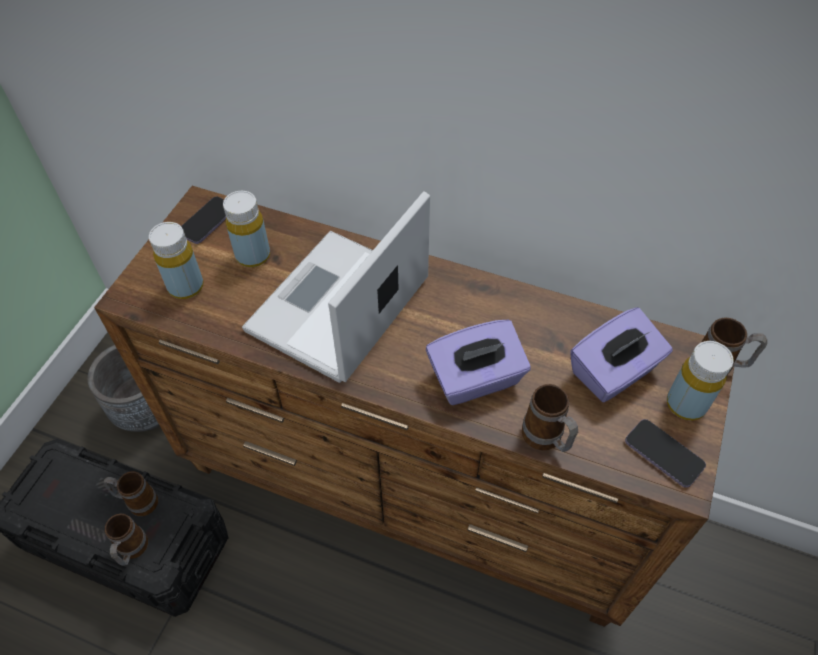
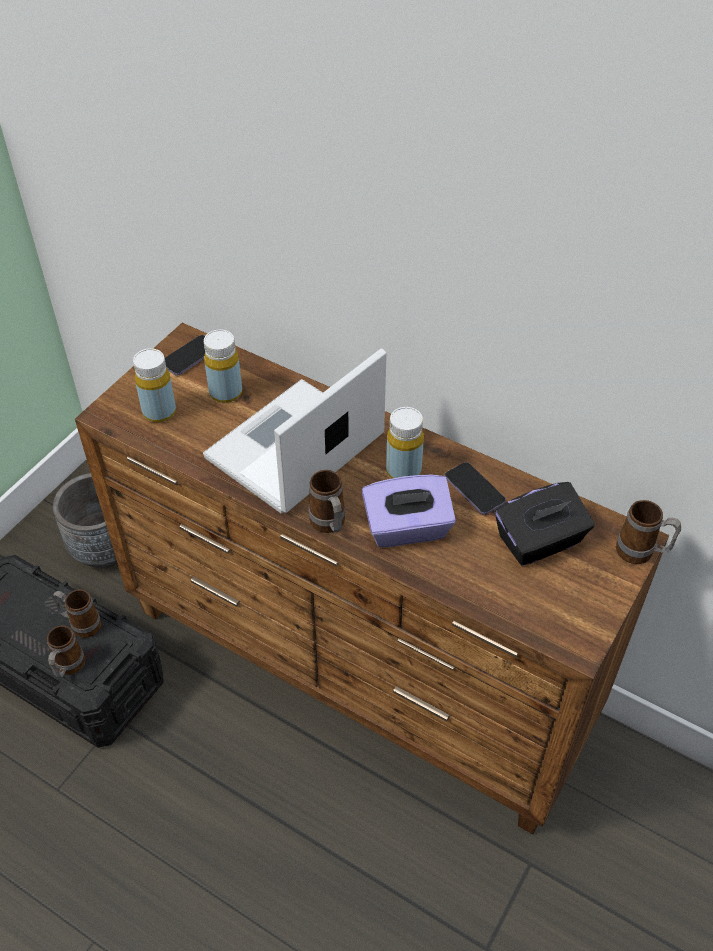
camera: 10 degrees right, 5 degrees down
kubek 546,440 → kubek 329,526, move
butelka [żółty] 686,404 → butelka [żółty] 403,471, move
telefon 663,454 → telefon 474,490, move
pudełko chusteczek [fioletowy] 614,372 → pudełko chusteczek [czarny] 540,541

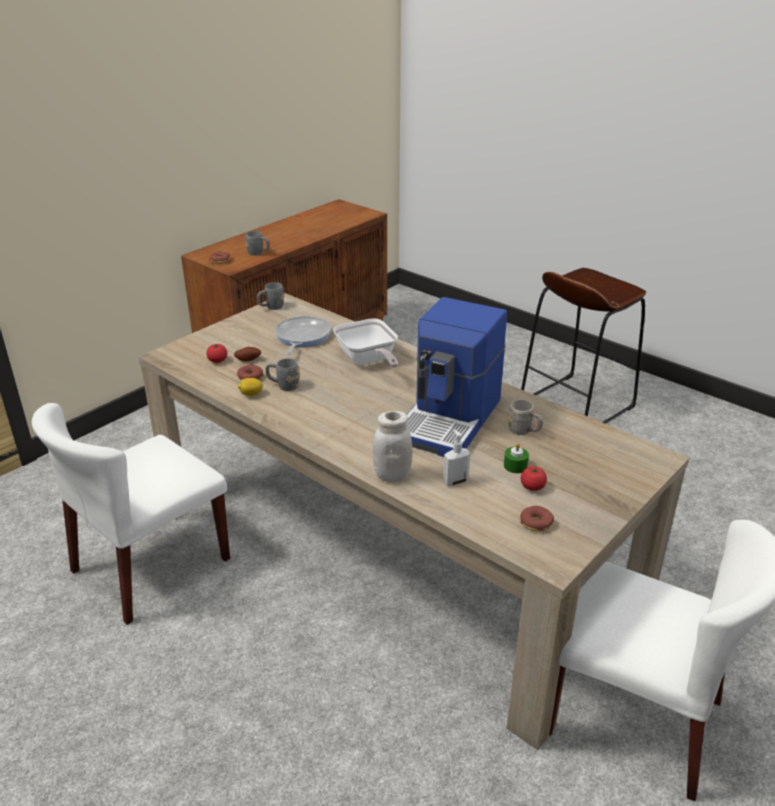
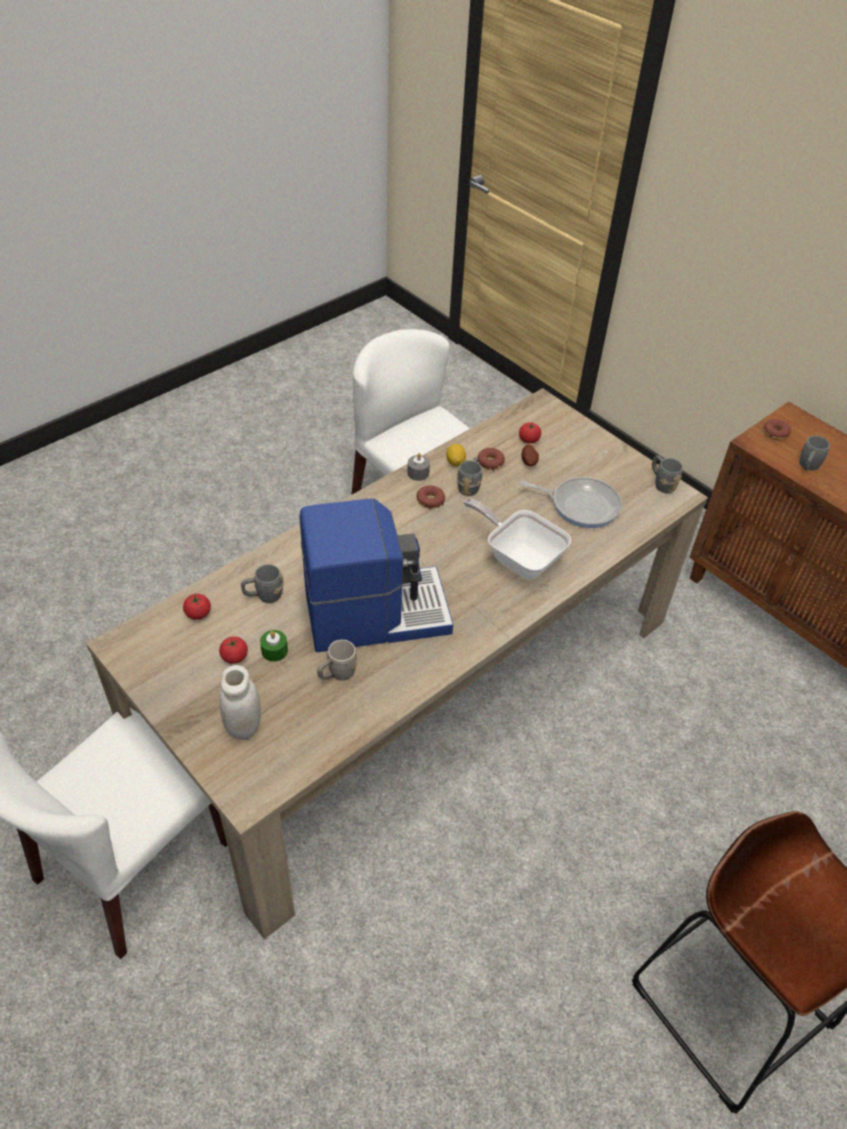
camera: 95 degrees right, 15 degrees up
- → pomidor 198,613
słoik [biały] 392,475 → słoik [biały] 244,726, move
dozownik mydła 455,481 → kubek [szary] 264,596
ekspres do kawy 450,420 → ekspres do kawy 375,611, 135 degrees clockwise
- → świeca [szary] 418,473
donut 536,523 → donut 430,500, move
patelnia 368,361 → patelnia 518,557, 60 degrees clockwise

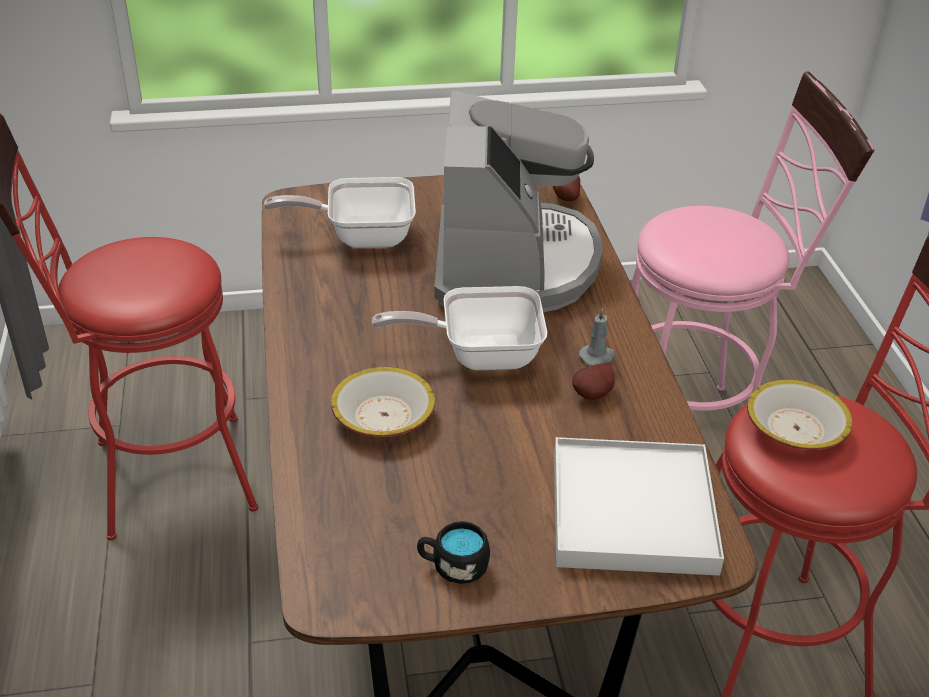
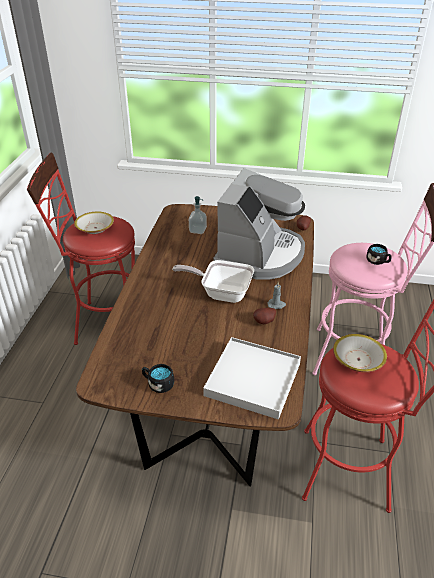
camera: 20 degrees right, 0 degrees up
miska 384,416 → miska 95,228, move
patelnia 360,236 → dozownik mydła 197,230
- → kubek [czarny] 378,261

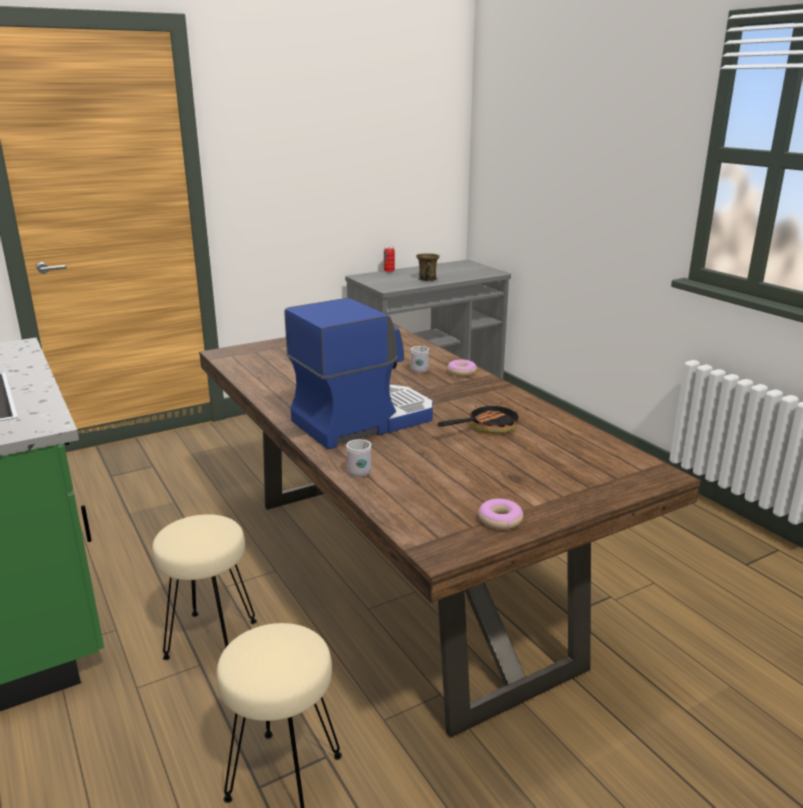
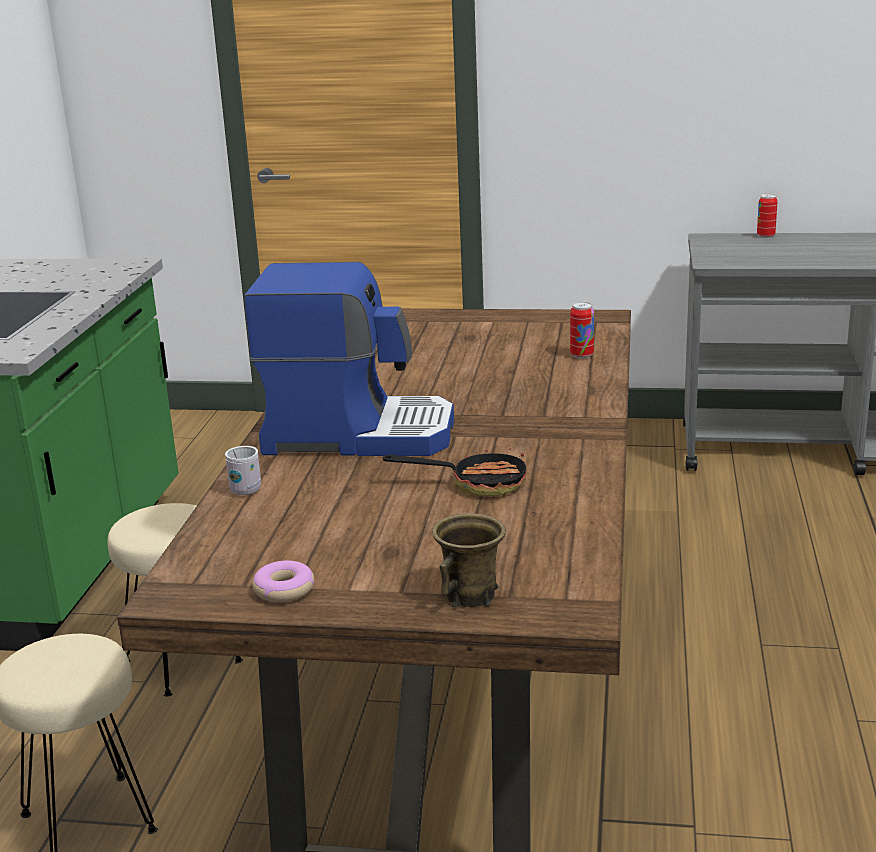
camera: 40 degrees right, 0 degrees up
kubek [brązowy] 427,279 → kubek [brązowy] 471,595, move
- → puszka 582,355
kubek [biały] 419,370 → -
donut 461,372 → -

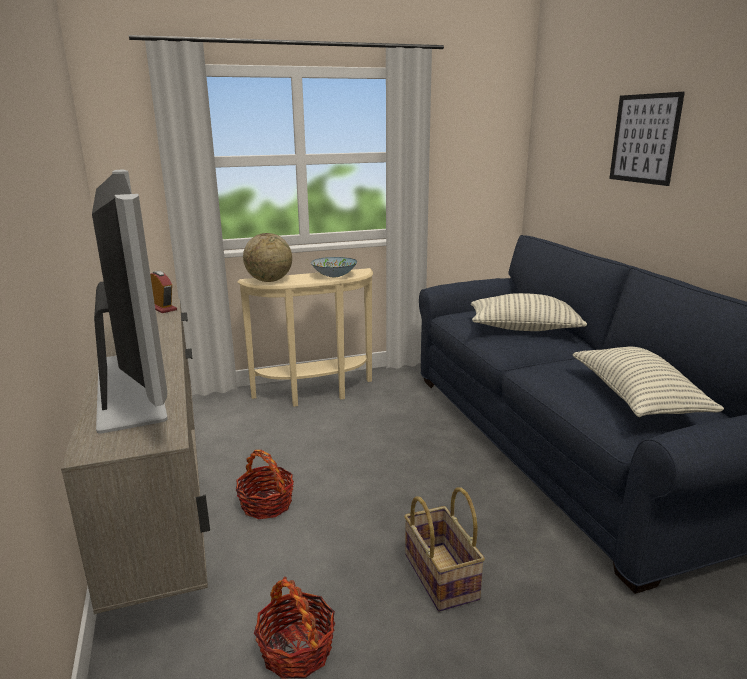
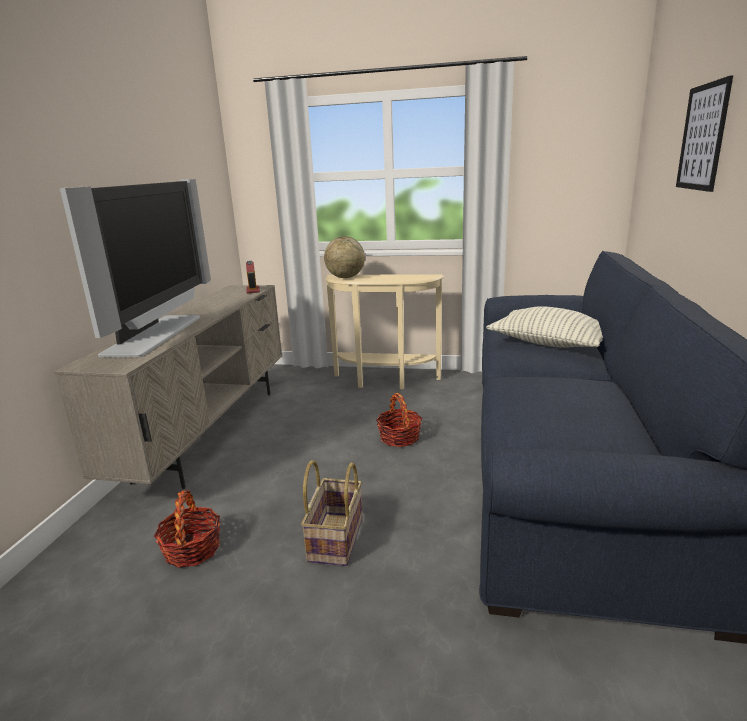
camera: 30 degrees right, 0 degrees up
koszyk 266,504 → koszyk 399,438, move
miska 334,275 → -
poduszka 636,398 → -

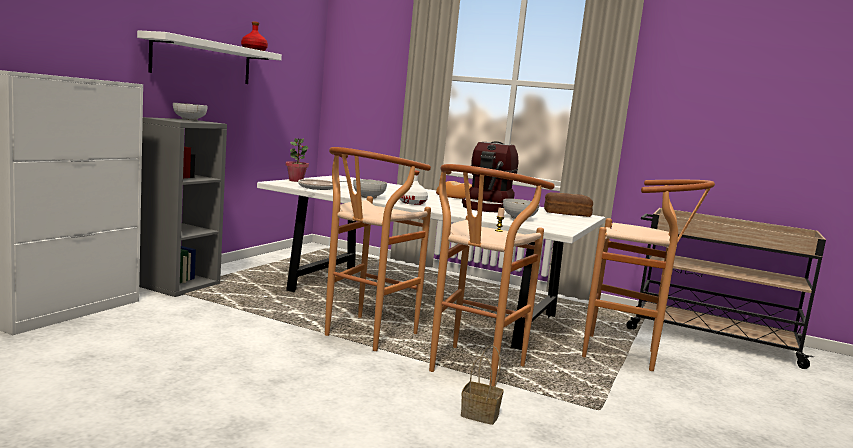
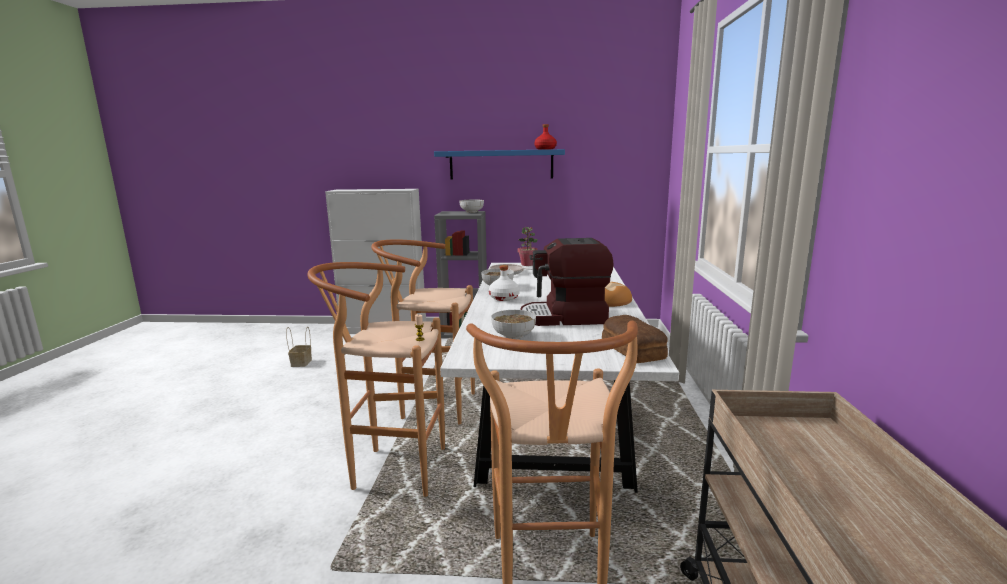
camera: 70 degrees right, 5 degrees up
koszyk 481,415 → koszyk 301,363, move
półka [biały] 203,60 → półka [niebieski] 501,164

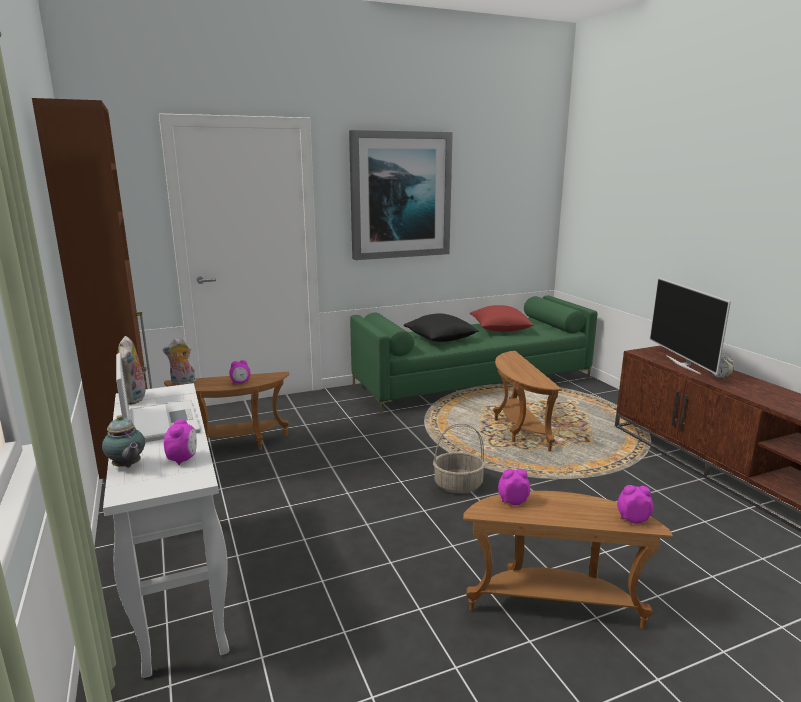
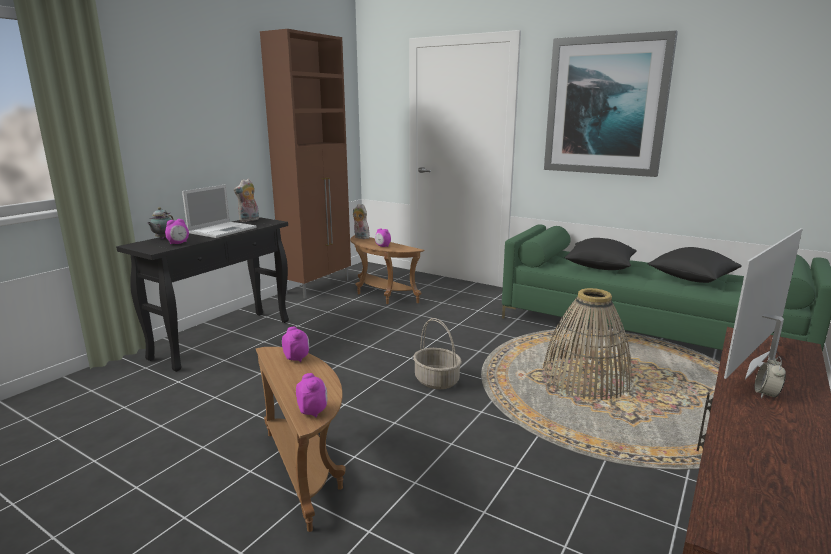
camera: 55 degrees right, 0 degrees up
stolik konsolowy [biały] 178,585 → stolik konsolowy [czarny] 223,338
stolik [brązowy] 517,430 → koszyk 585,378
poduszka [czerwony] 500,330 → poduszka [czarny] 691,278

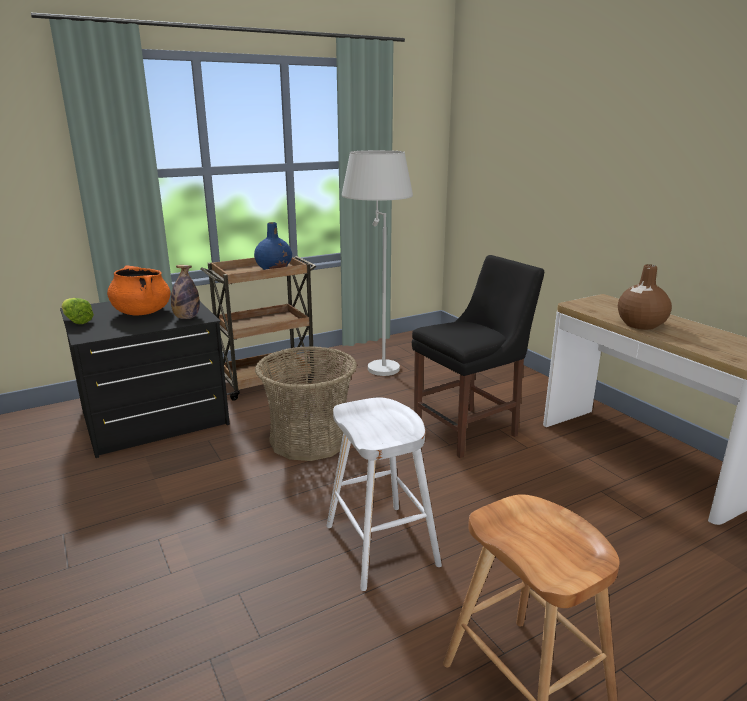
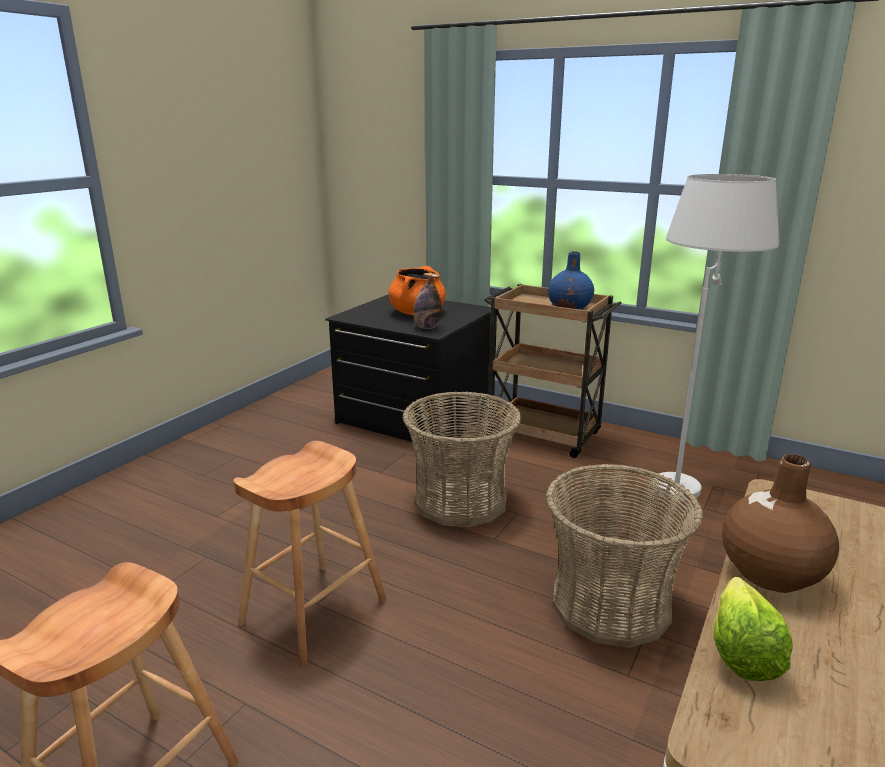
camera: 60 degrees right, 0 degrees up
stołek [biały] 381,545 → stołek [brązowy] 314,612
krzesło [czarny] 469,430 → koszyk 611,605
sałata 76,320 → sałata 742,646, move

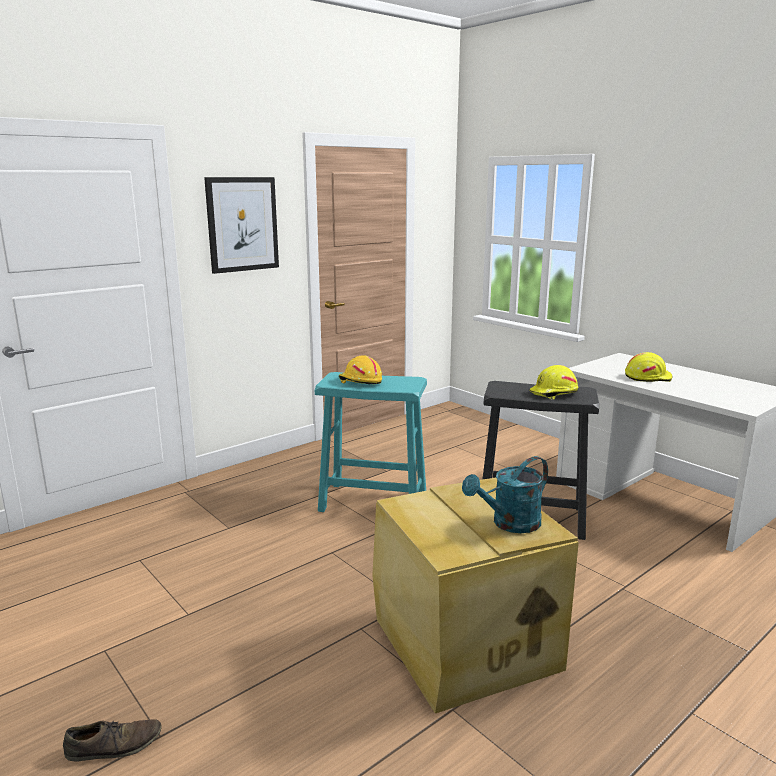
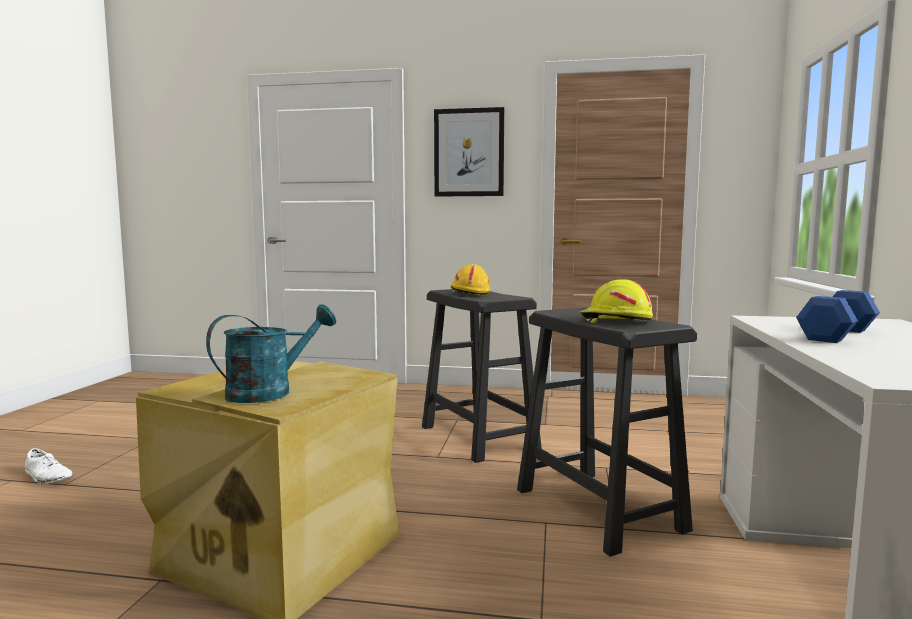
camera: 50 degrees right, 10 degrees down
but [brązowy] 114,745 → but [biały] 48,476
konewka [turkusowy] 509,524 → konewka [turkusowy] 270,391, 120 degrees clockwise
stołek [turkusowy] 374,501 → stołek [czarny] 478,438
kask [żółty] 647,377 → hantel [niebieski] 837,335

